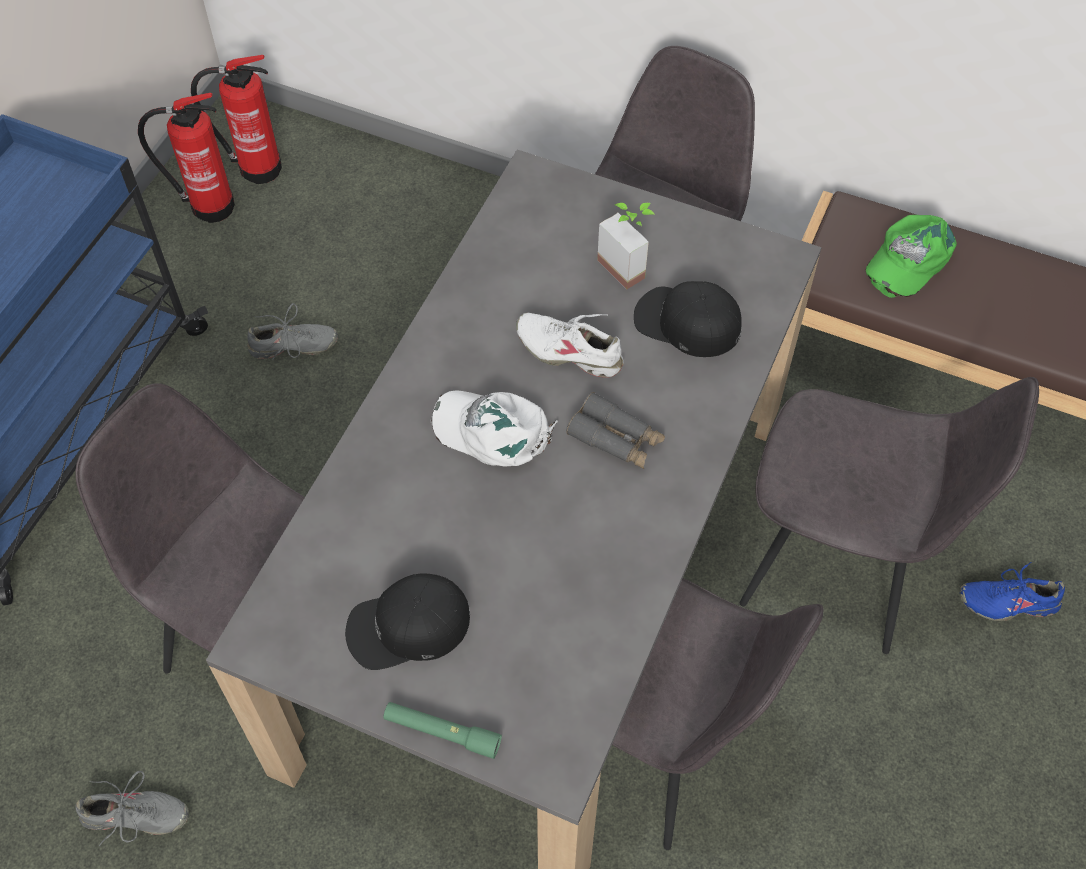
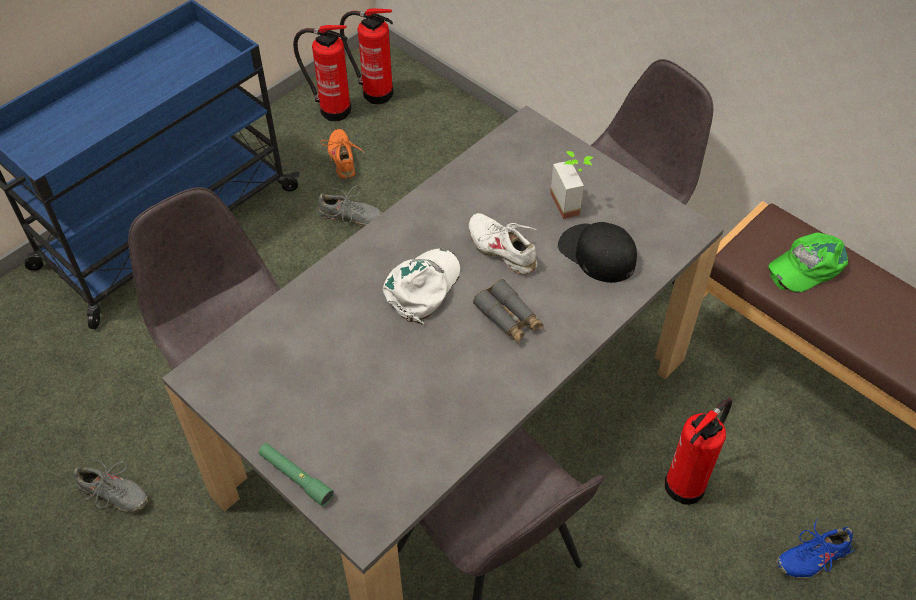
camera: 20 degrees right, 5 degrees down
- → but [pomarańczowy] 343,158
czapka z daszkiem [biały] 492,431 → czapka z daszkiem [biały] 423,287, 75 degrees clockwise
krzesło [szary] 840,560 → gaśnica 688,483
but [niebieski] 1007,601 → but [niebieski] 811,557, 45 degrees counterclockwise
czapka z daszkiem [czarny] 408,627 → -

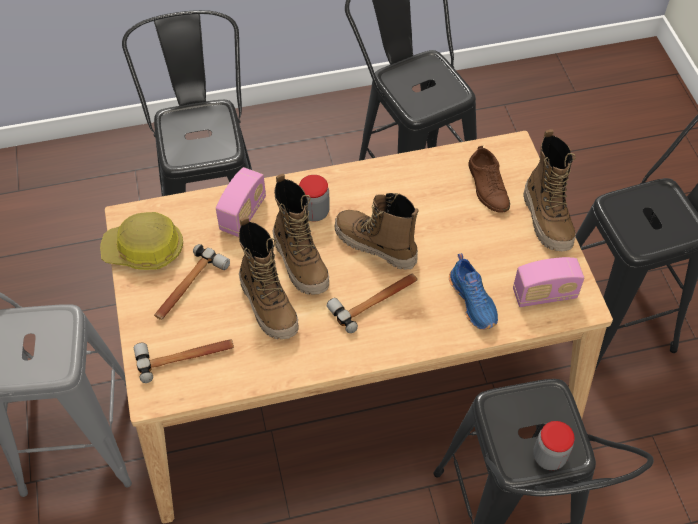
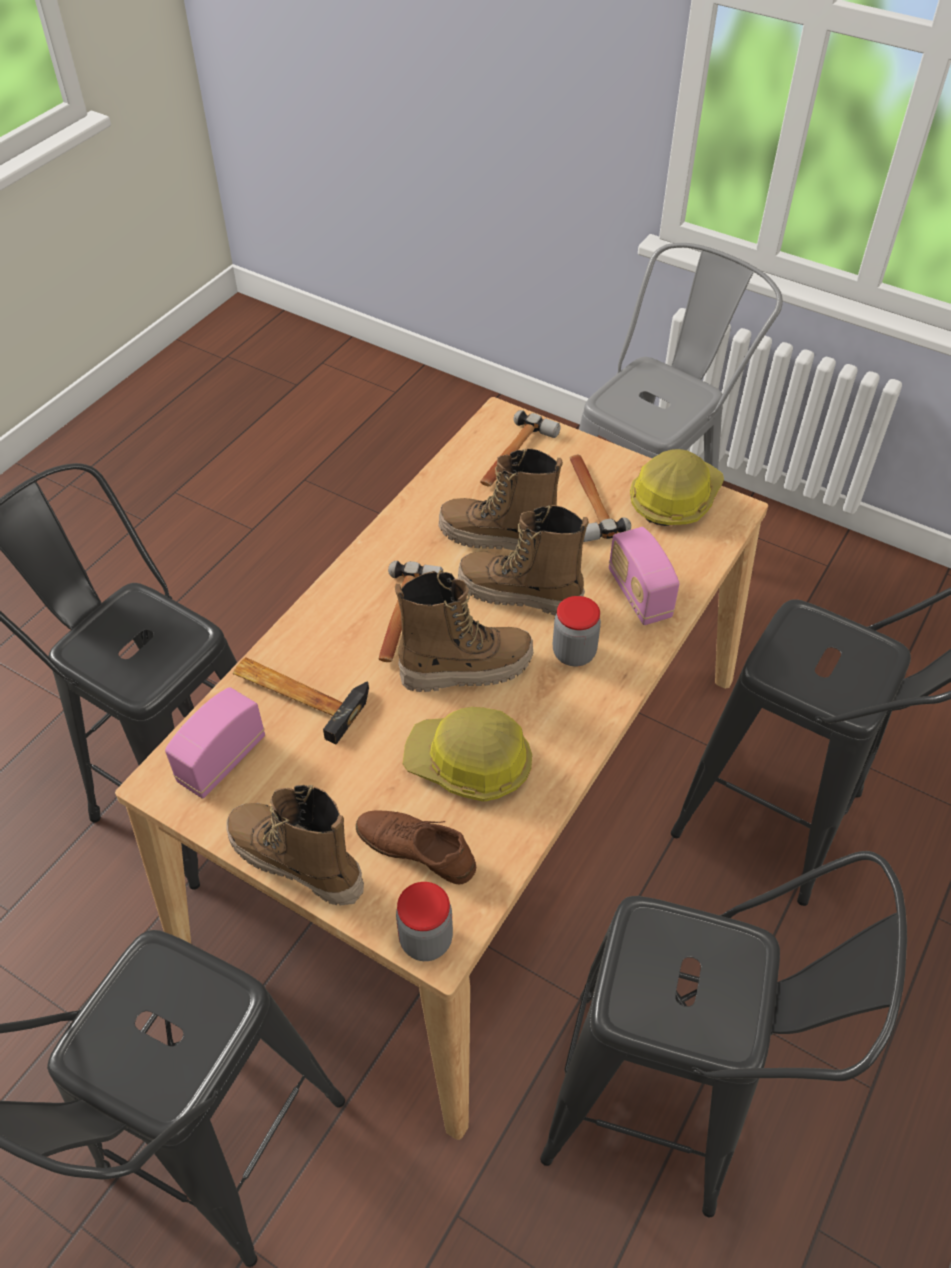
camera: 135 degrees right, 5 degrees down
but [niebieski] 474,301 → młotek 298,692
słoik 549,456 → słoik 426,940, move
- → kask 469,764

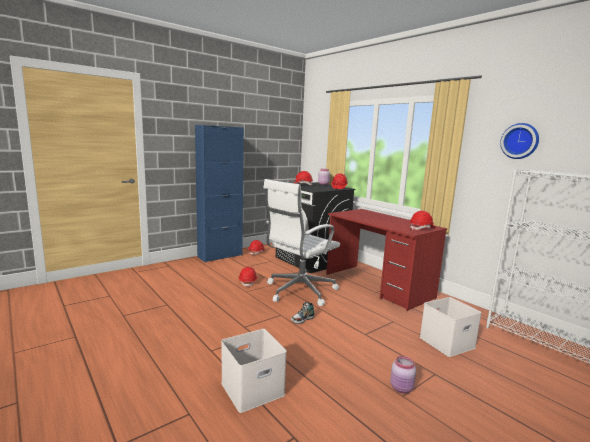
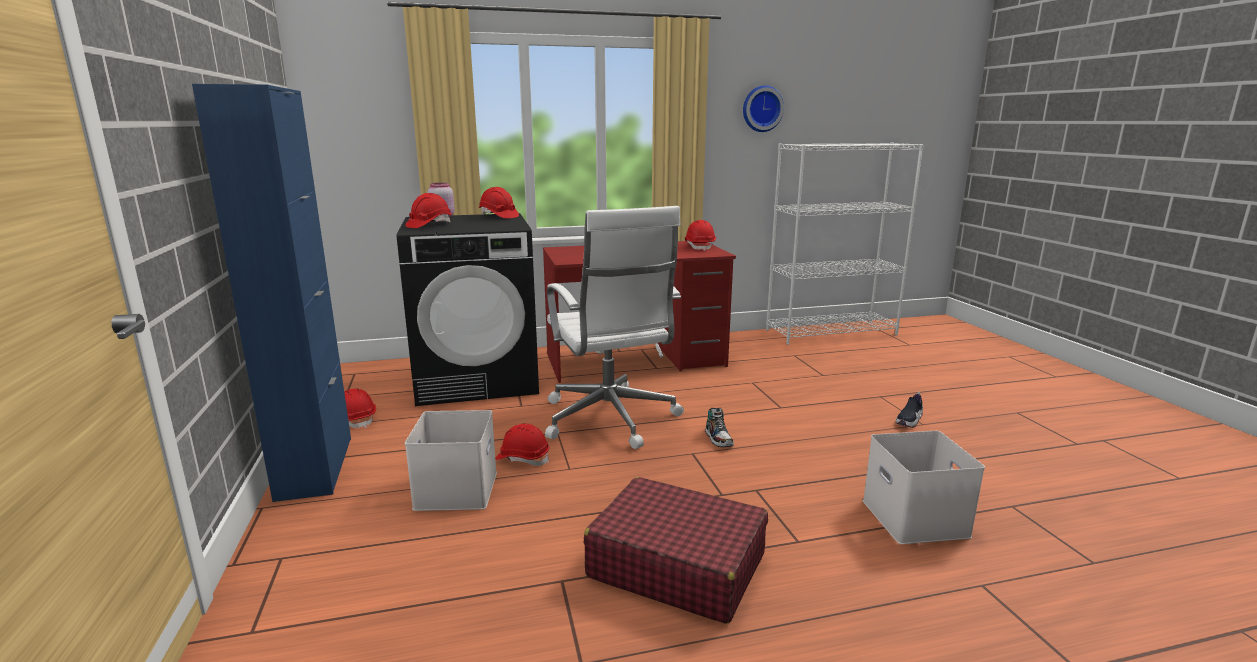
camera: 65 degrees left, 5 degrees up
pojemnik do przechowywania [biały] 446,342 → pojemnik do przechowywania [biały] 455,489, move
- → walizka [czerwony] 676,565
słoik [różowy] 402,388 → but 909,420

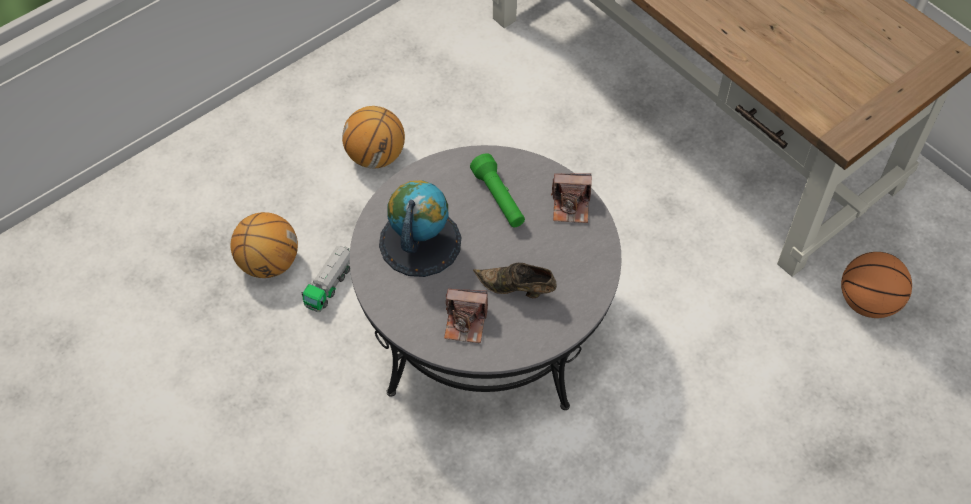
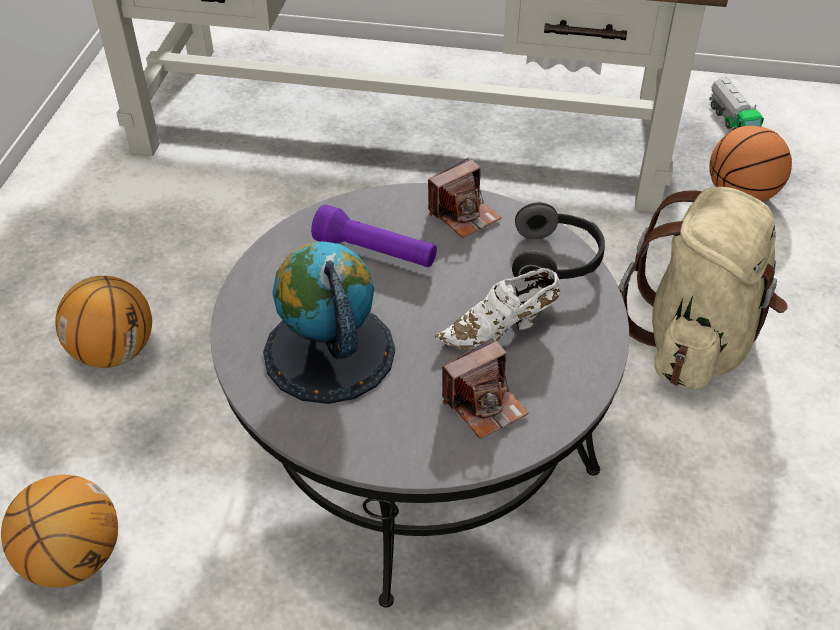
camera: 40 degrees left, 10 degrees down
latarka [zielony] 499,199 → latarka [fioletowy] 375,252
but [brązowy] 517,289 → but [biały] 501,329
- → słuchawki 556,262
- → plecak [beżowy] 694,340
ciężarówka zabawkowa 329,285 → ciężarówka zabawkowa 731,120, move

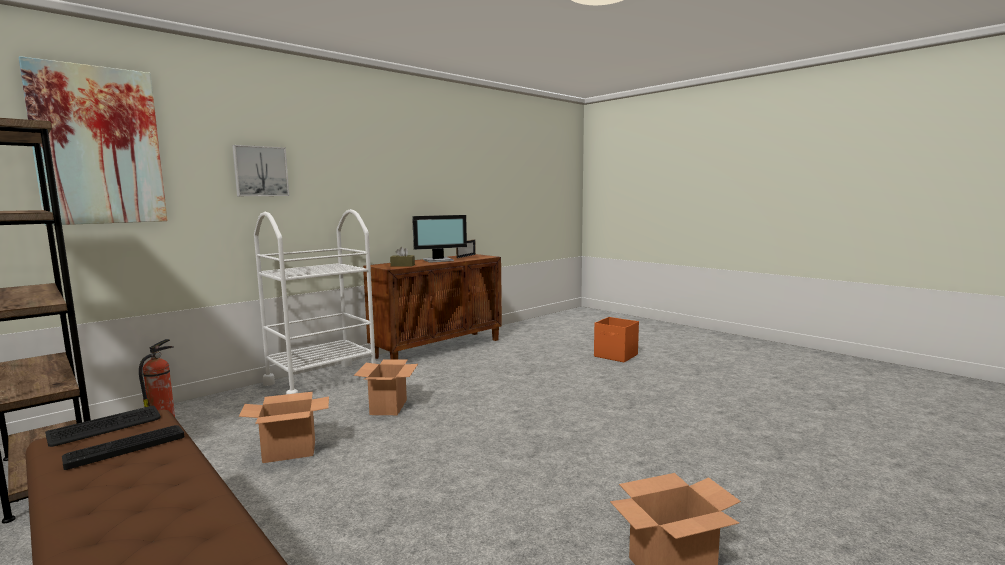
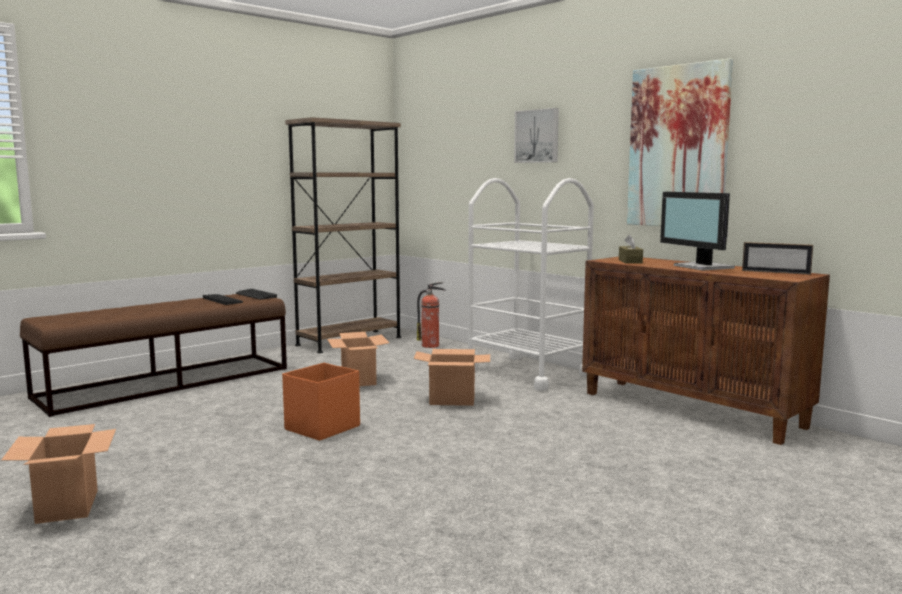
camera: 90 degrees right, 0 degrees up
pojemnik do przechowywania [pomarańczowy] 616,356 → pojemnik do przechowywania [pomarańczowy] 321,428, move
obraz 99,146 → obraz 678,147, move

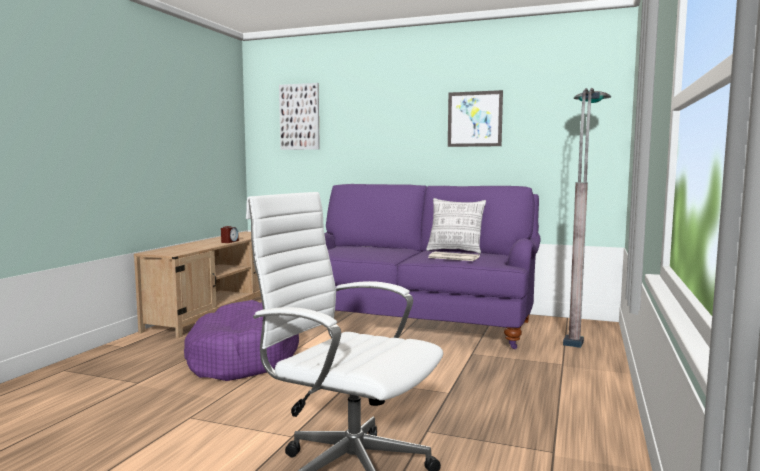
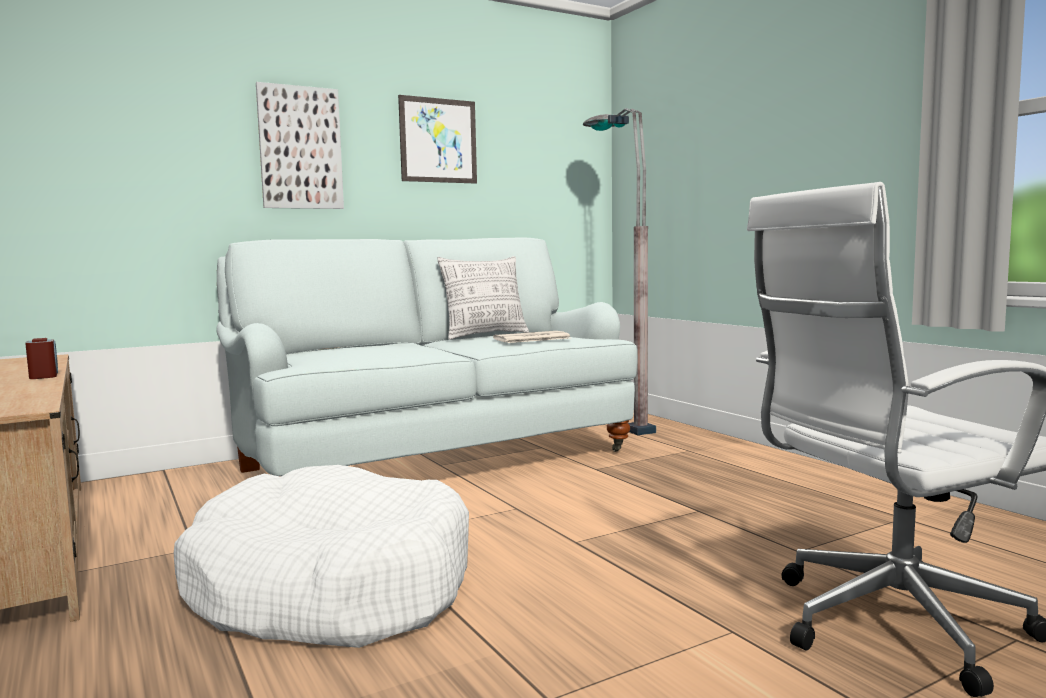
camera: 50 degrees left, 0 degrees up
legowisko [fioletowy] 241,357 → legowisko [biały] 329,588
kanapa [fioletowy] 416,322 → kanapa [biały] 432,458
obraz 299,117 → obraz 300,148, move

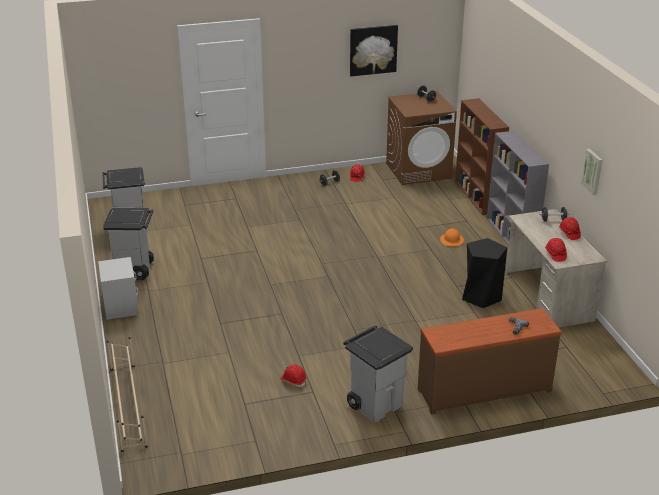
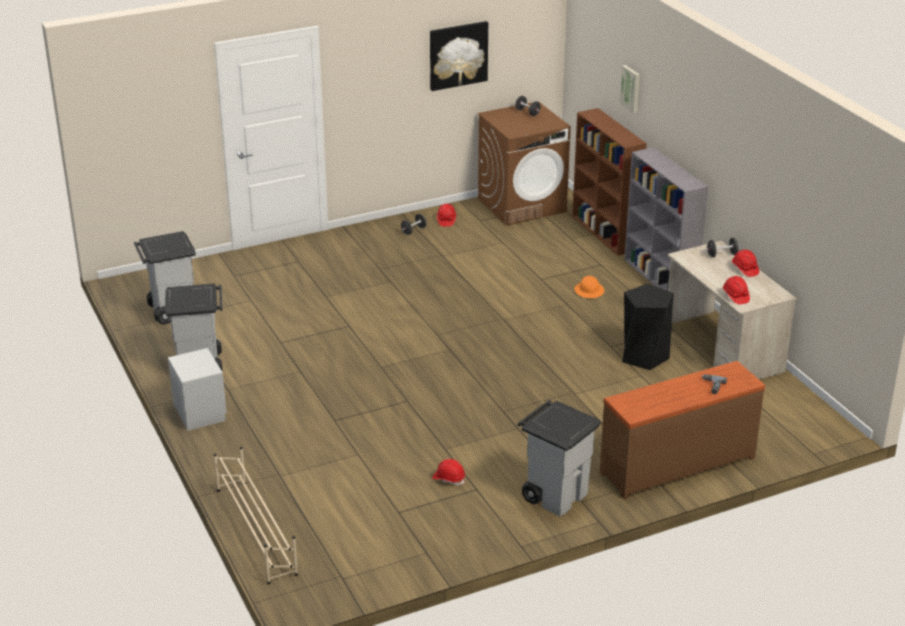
camera: 10 degrees left, 0 degrees up
obraz 593,171 → obraz 631,88, move

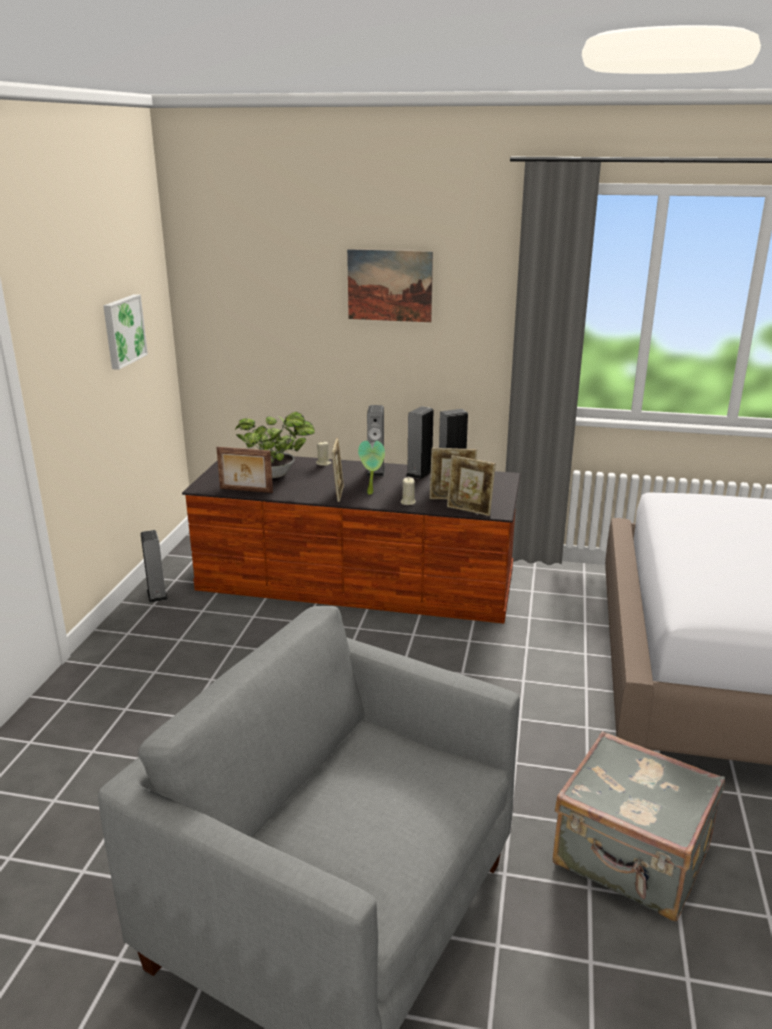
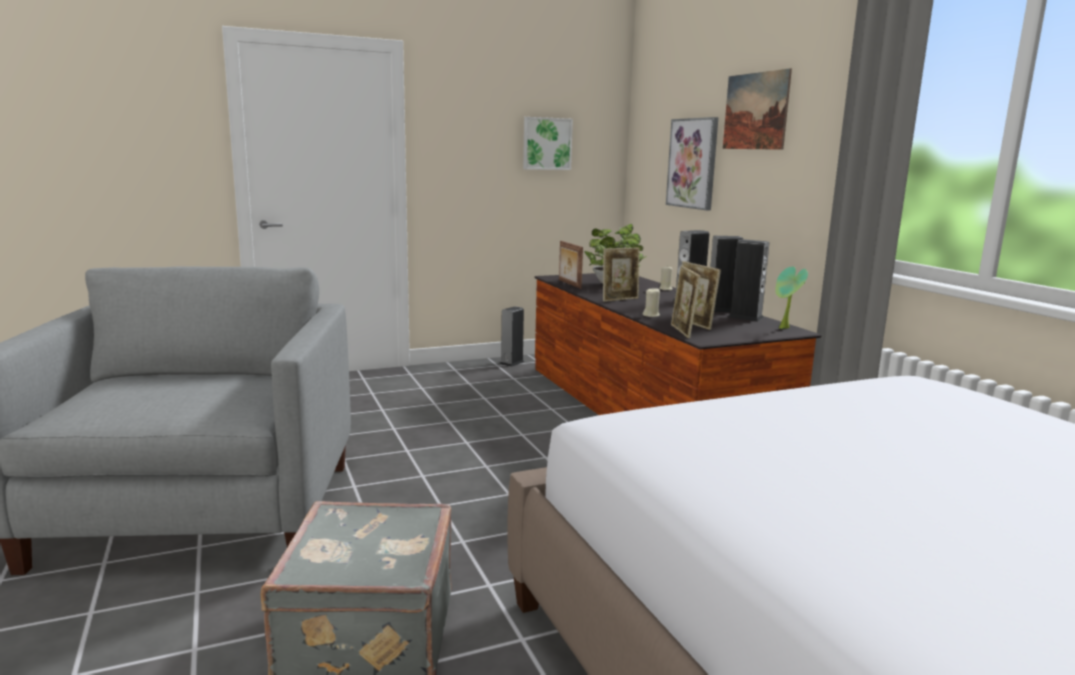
camera: 55 degrees right, 10 degrees down
- → obraz 693,163
roślina doniczkowa 372,493 → roślina doniczkowa 784,328, move

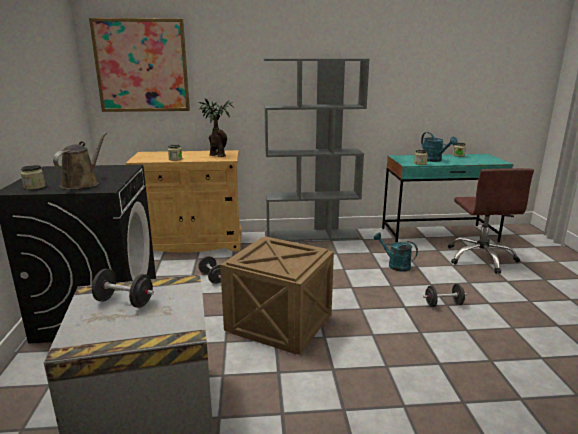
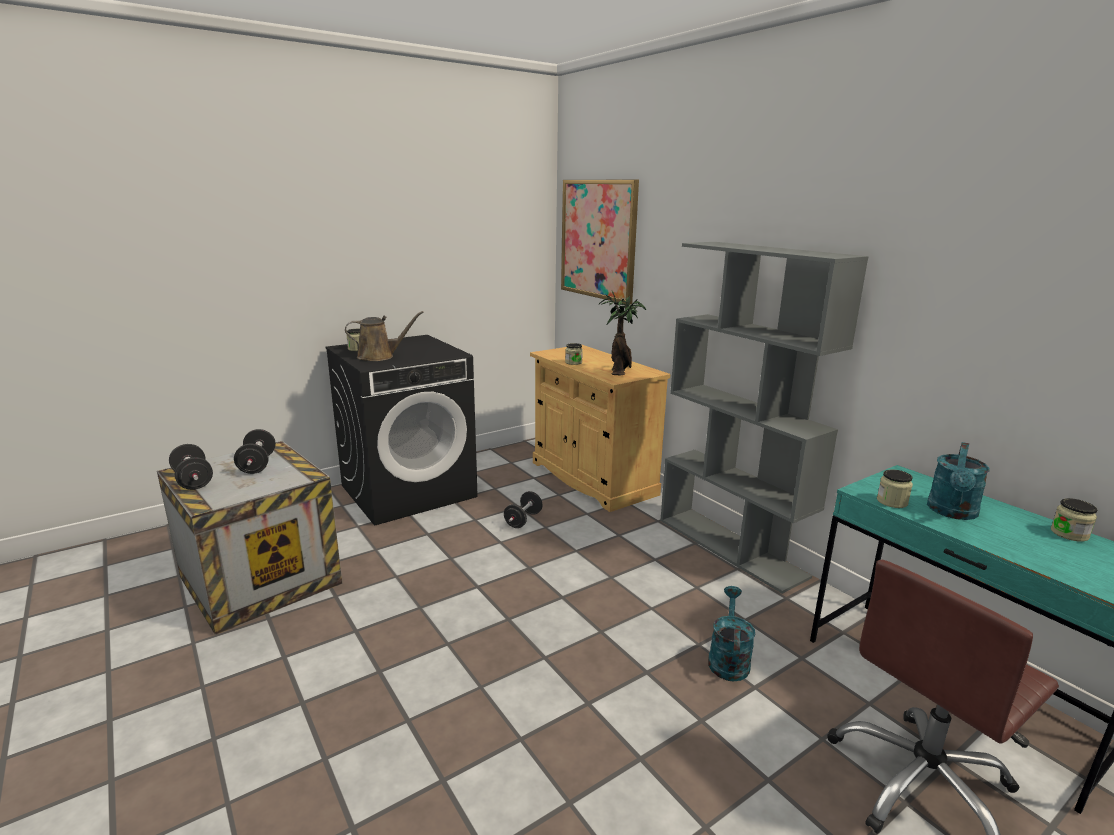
camera: 60 degrees right, 0 degrees up
hantel [czarny] 443,304 → hantel [czarny] 193,480, move
skrzynka 278,323 → -

